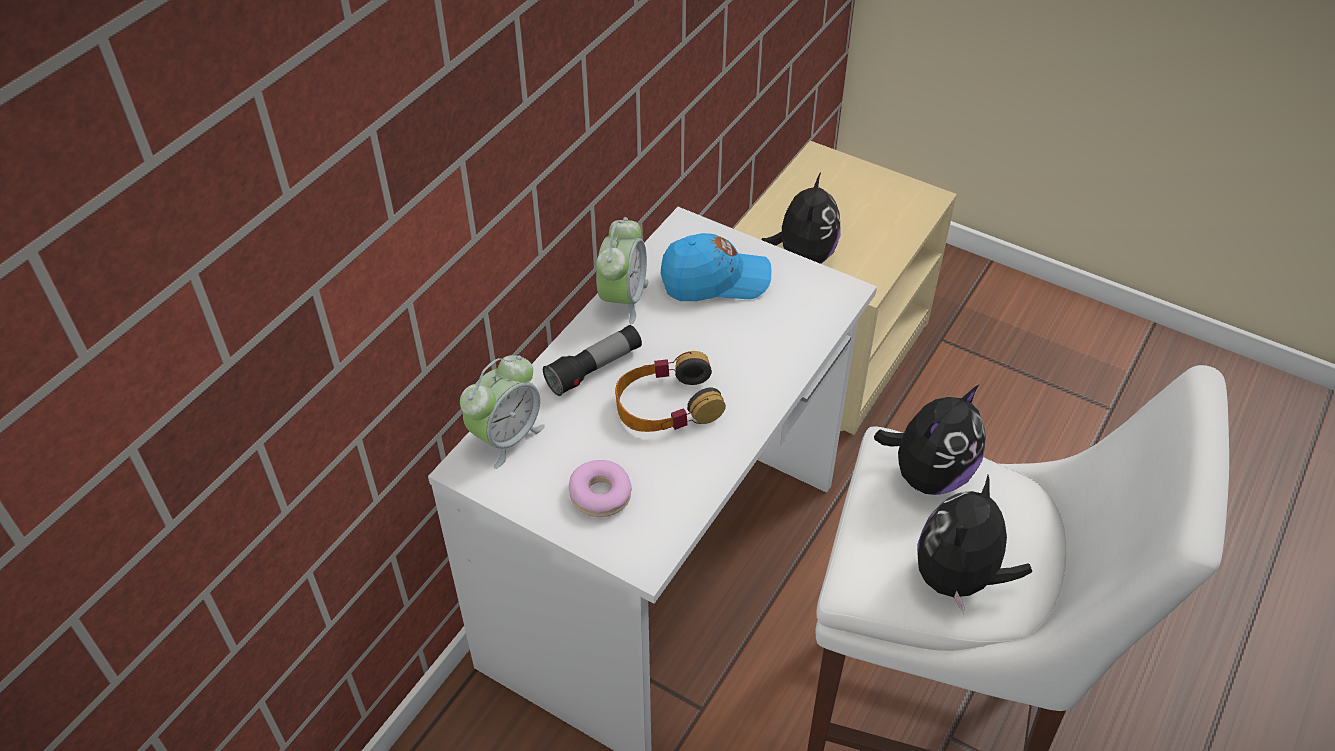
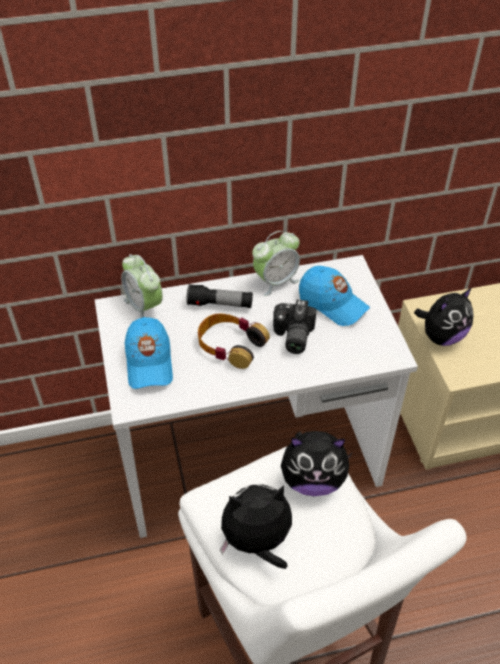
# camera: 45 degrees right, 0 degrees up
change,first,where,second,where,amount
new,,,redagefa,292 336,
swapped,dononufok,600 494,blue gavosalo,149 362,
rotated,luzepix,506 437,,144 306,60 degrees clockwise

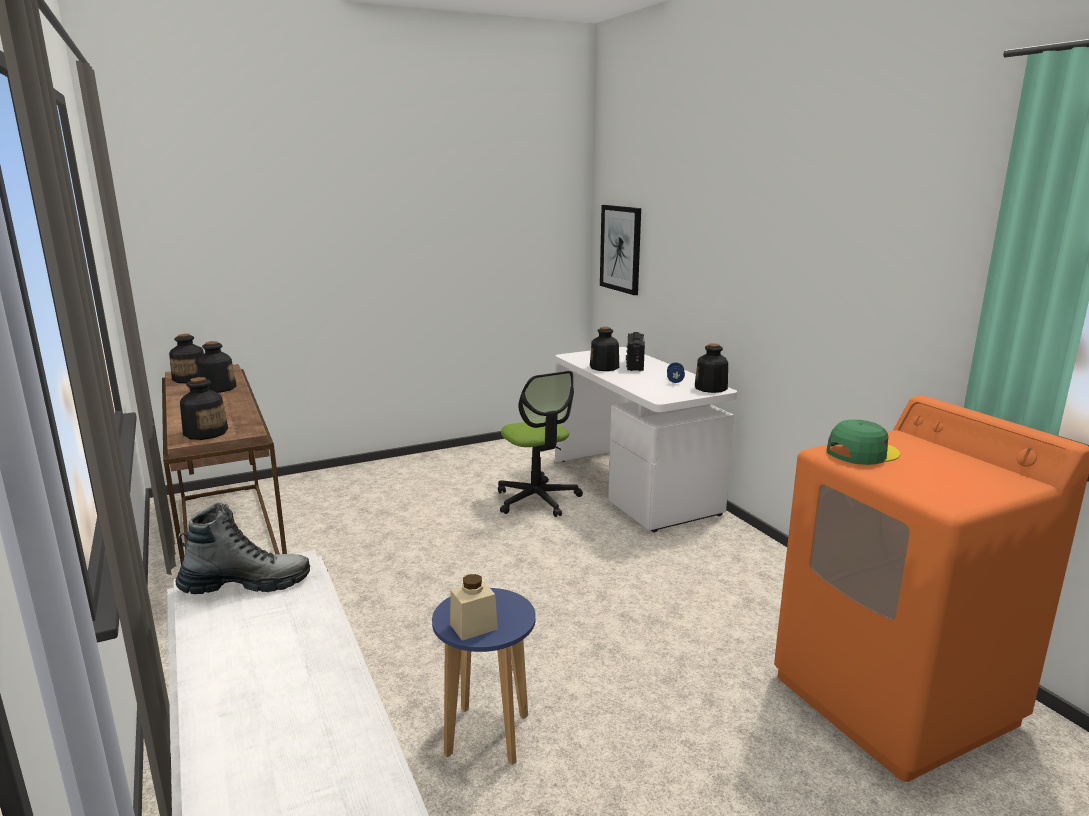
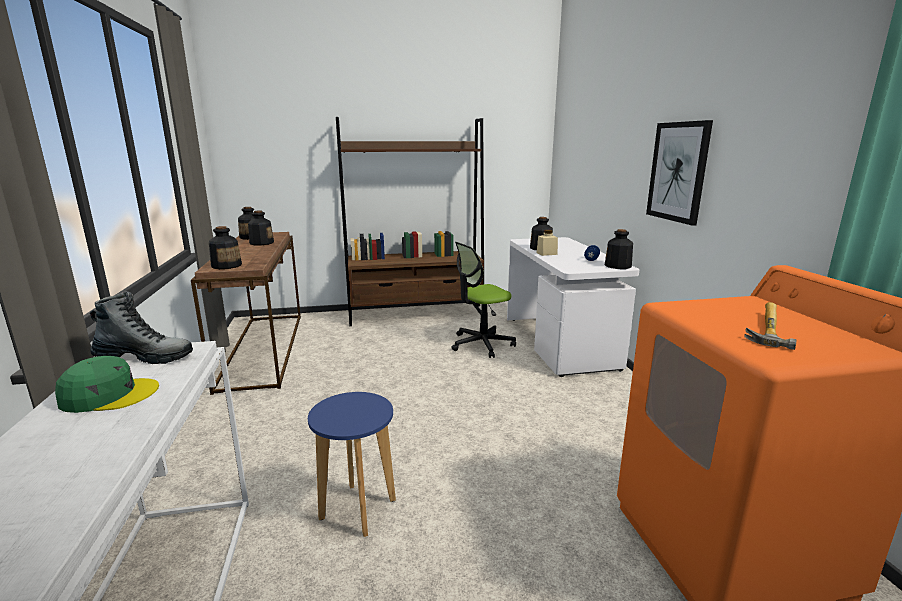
# camera: 15 degrees right, 0 degrees up
change,first,where,second,where,amount
gone,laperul,634 365,,,
new,,,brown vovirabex,416 314,
new,,,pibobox,763 328,
shifted,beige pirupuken,473 627,,546 253,
shifted,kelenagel,621 249,,678 172,
shifted,green gavosalo,861 452,,109 395,
rotated,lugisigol,537 500,,481 344,75 degrees clockwise

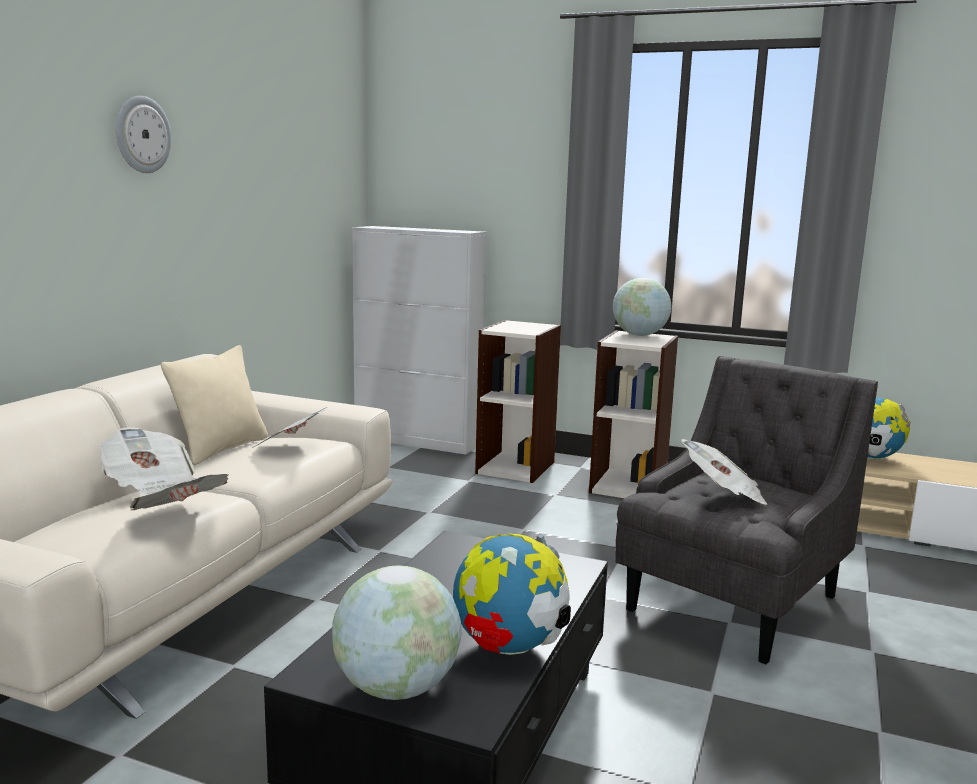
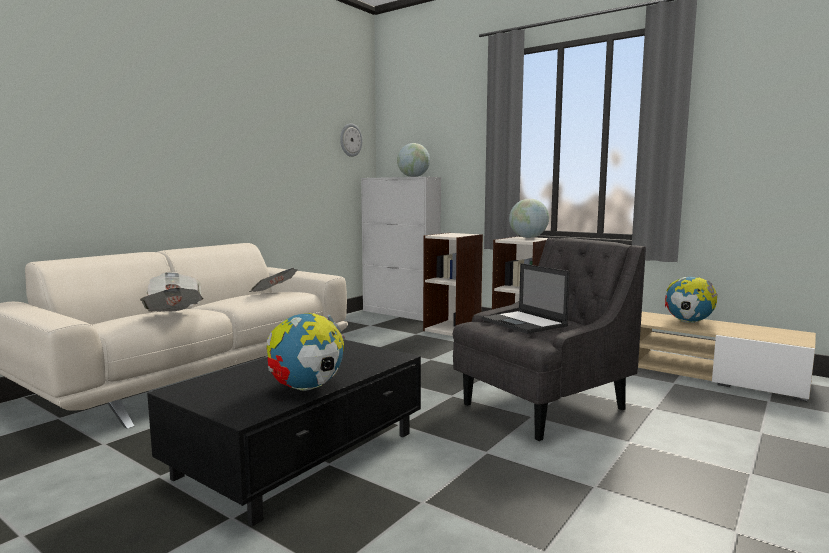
# camera: 15 degrees right, 5 degrees down
change,first,where,second,where,amount
gone,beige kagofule,221 448,,,
shifted,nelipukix,142 134,,350 140,
shifted,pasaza,397 688,,413 177,
swapped,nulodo,723 494,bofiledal,524 323,

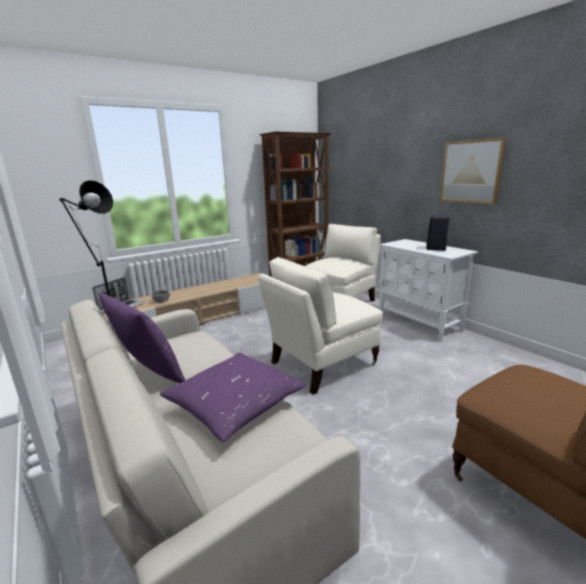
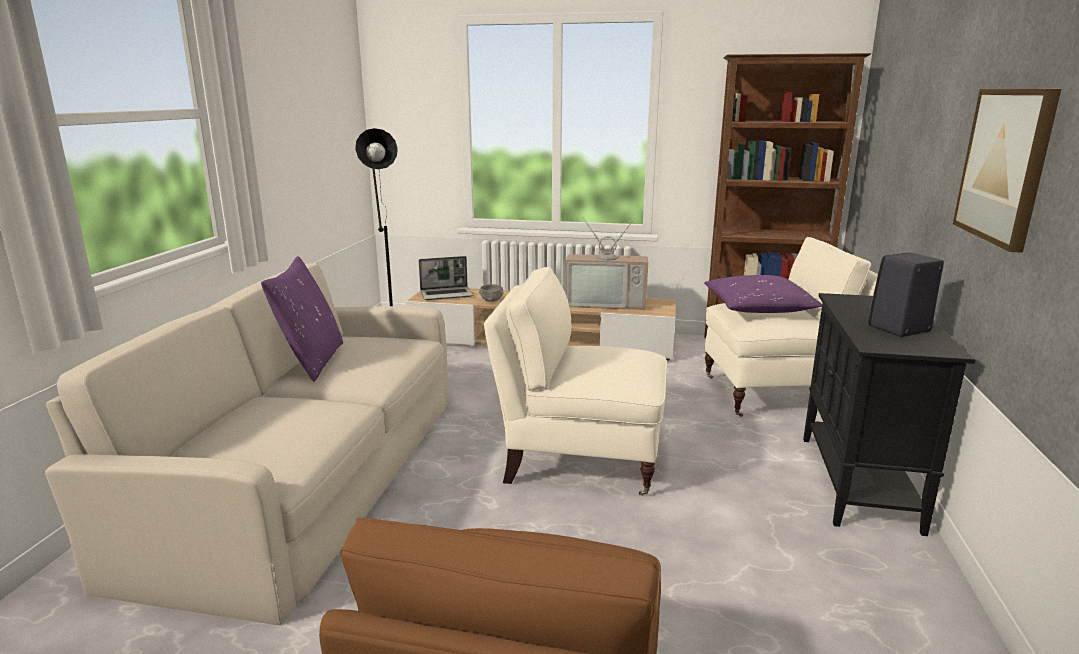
# camera: 45 degrees right, 0 degrees up
change,first,where,second,where,amount
new,,,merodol,606 303,
shifted,purple kagofule,234 404,,758 308,
repainted,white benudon,419 323,black benudon,858 483,

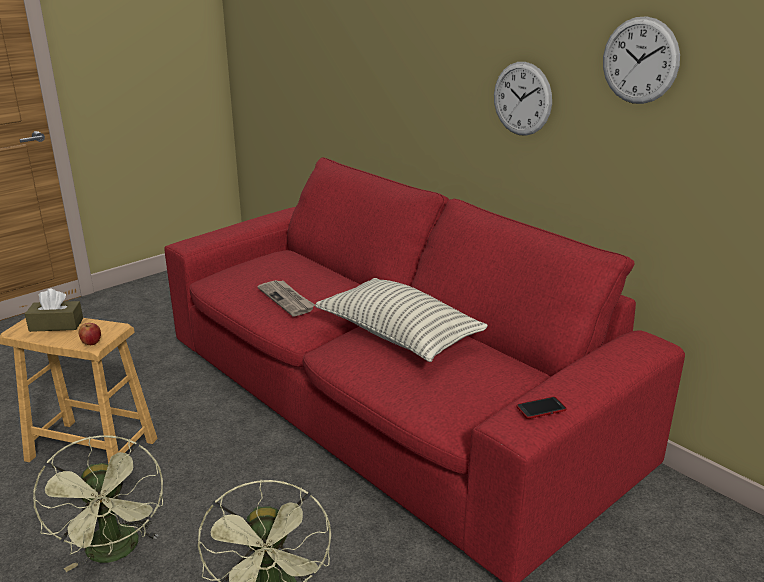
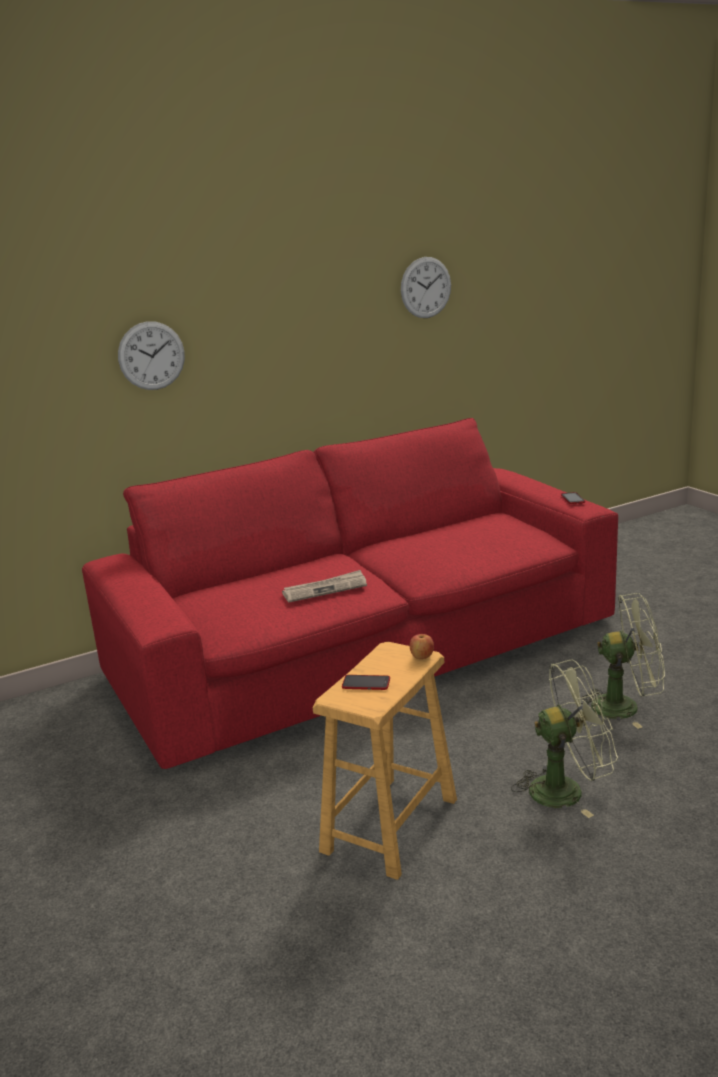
# camera: 75 degrees left, 5 degrees down
change,first,where,second,where,amount
gone,kagofule,398 336,,,
shifted,nelipukix,522 99,,151 356,
swapped,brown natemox,56 325,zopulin,366 683,

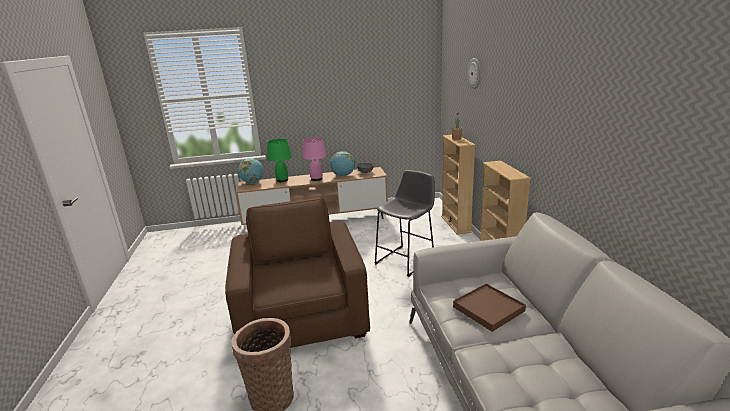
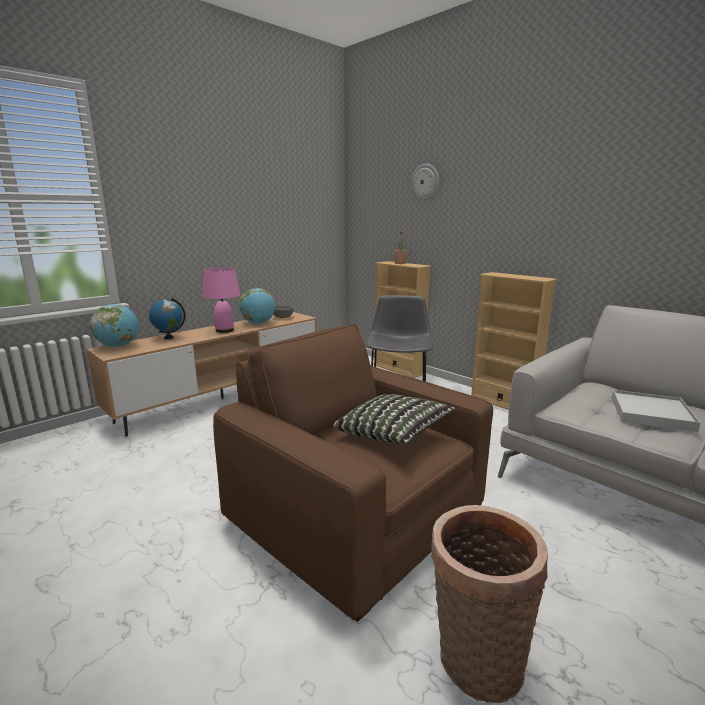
# camera: 35 degrees left, 5 degrees down
change,first,where,second,where,amount
new,,,kagofule,393 435,
swapped,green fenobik,282 180,pasaza,169 337,
repainted,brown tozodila,488 309,white tozodila,651 413,

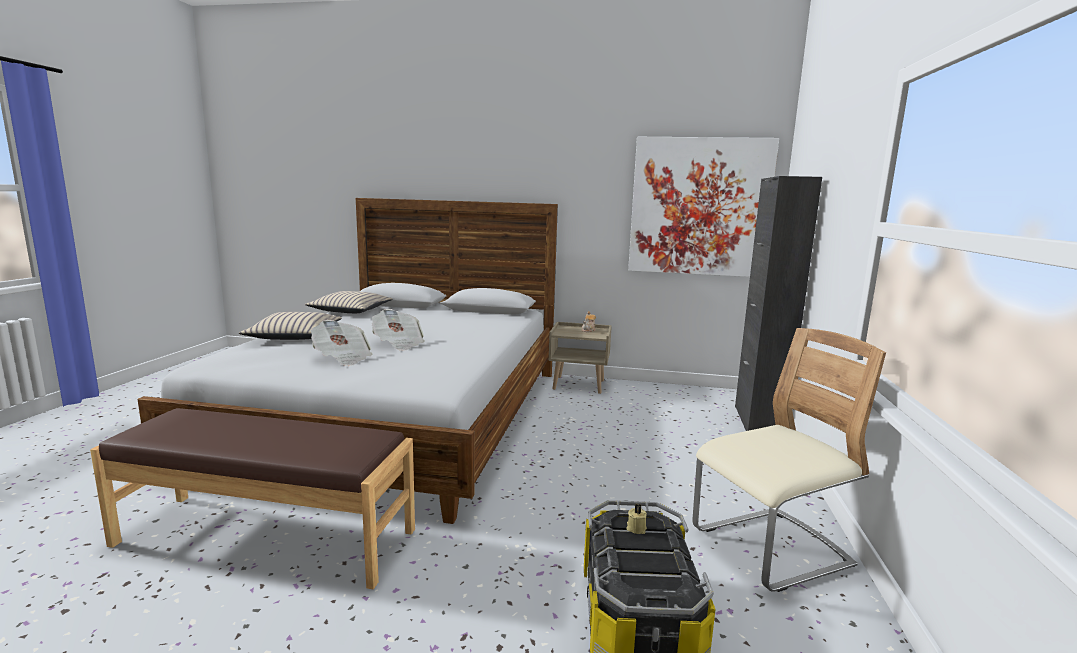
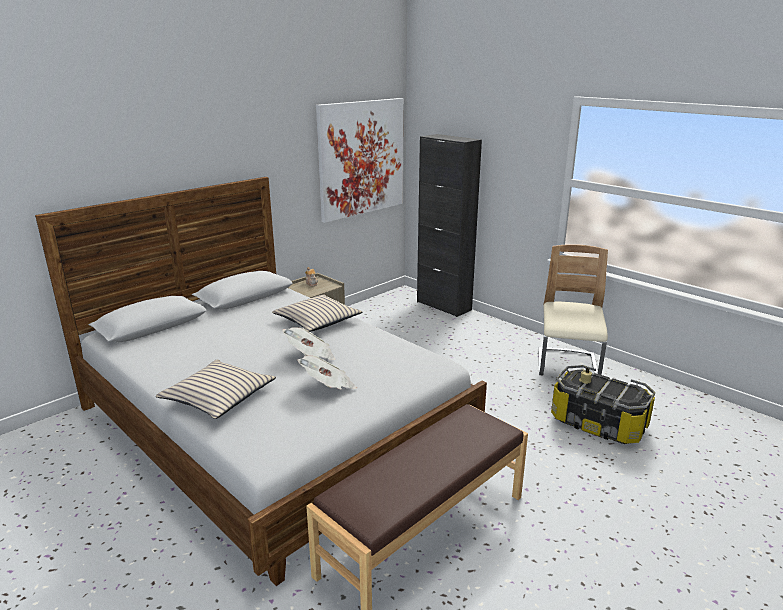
# camera: 55 degrees left, 10 degrees up
change,first,where,second,where,amount
shifted,beige kagofule,350 310,,317 321,

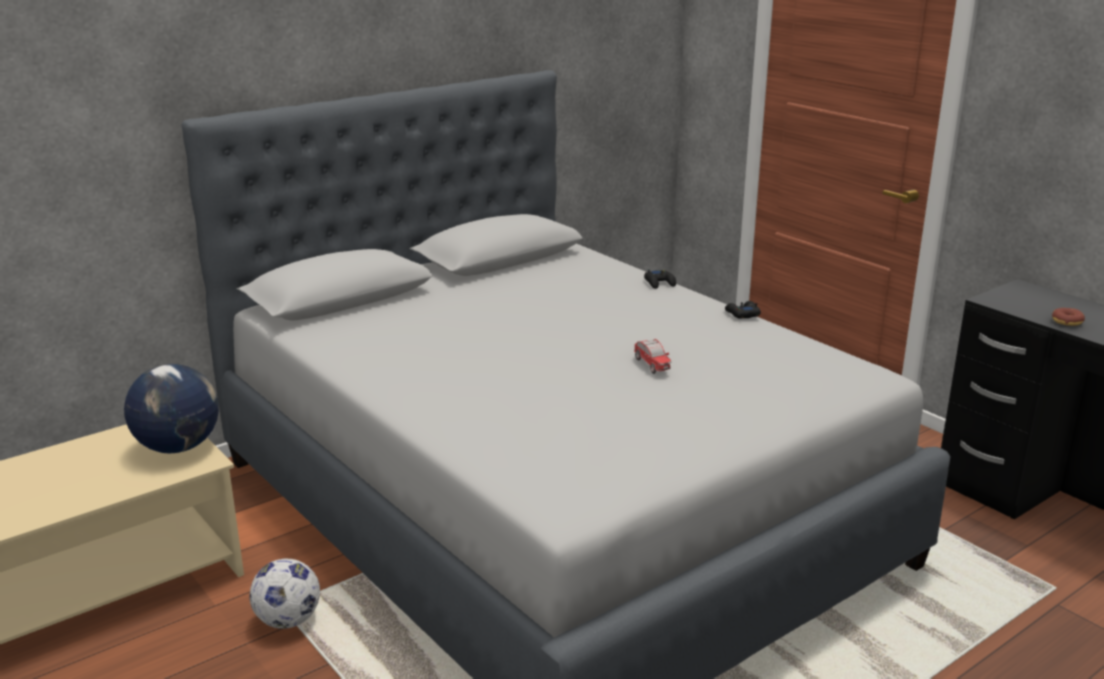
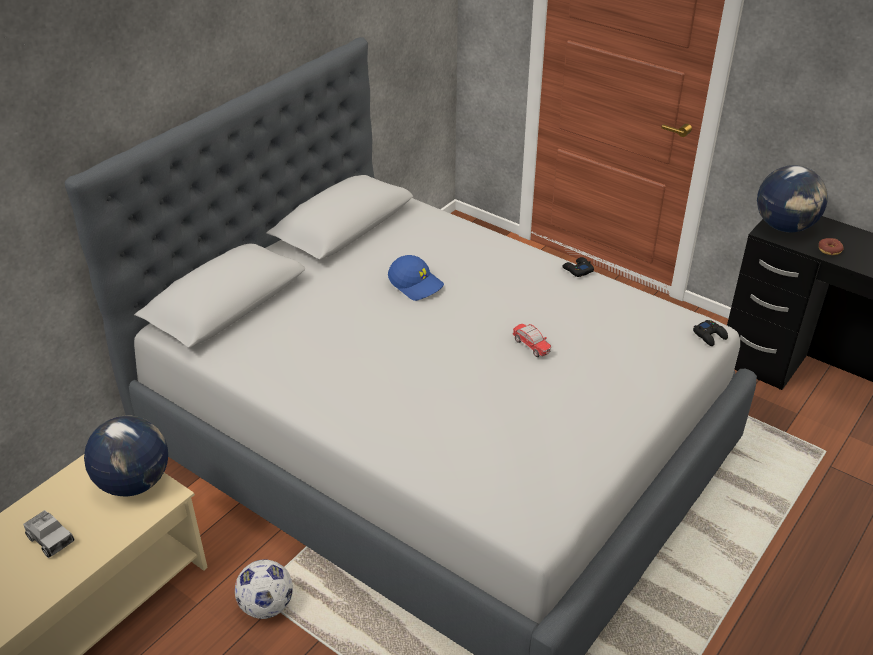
# camera: 15 degrees left, 15 degrees up
change,first,where,second,where,amount
new,,,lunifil,50 539,
new,,,blue gavosalo,416 284,
new,,,pasaza,784 227,
shifted,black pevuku,659 283,,710 336,

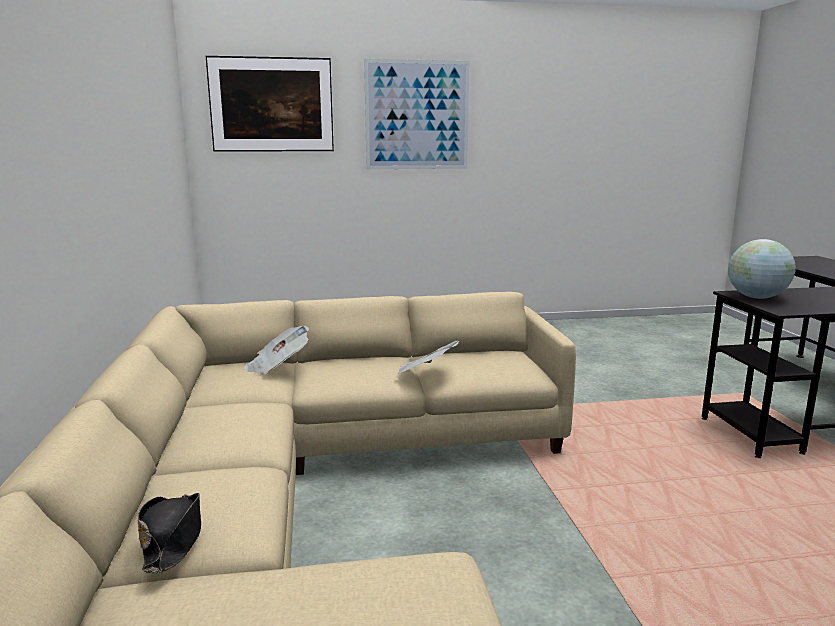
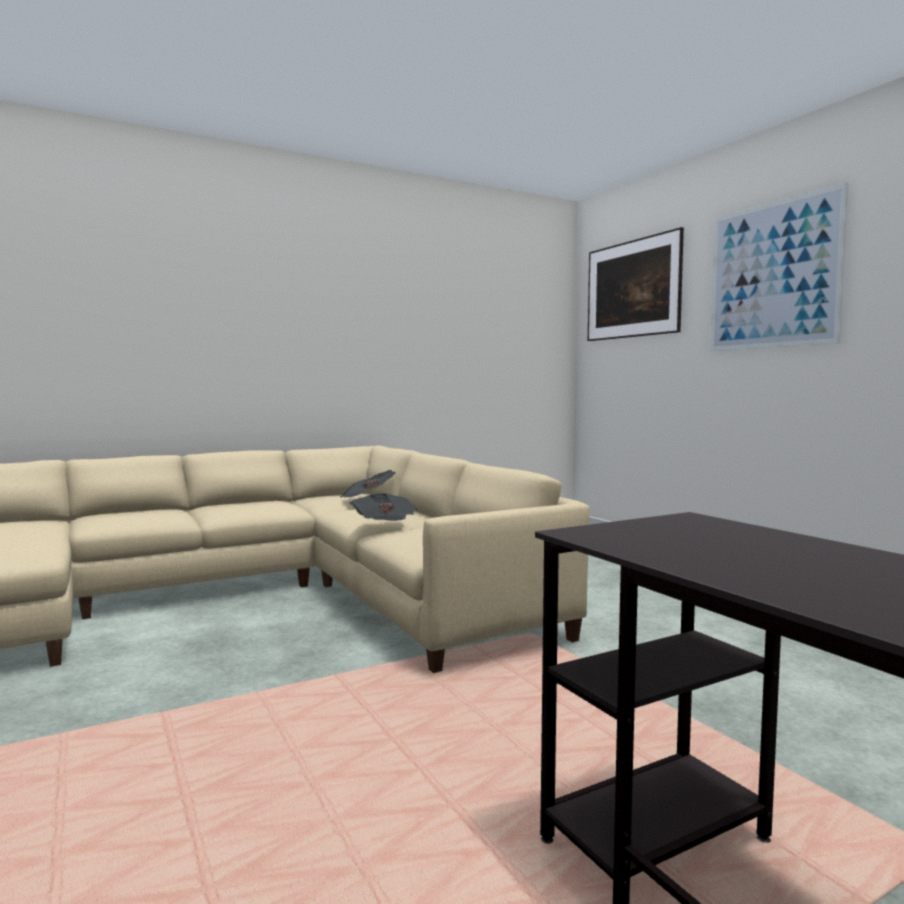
# camera: 70 degrees right, 10 degrees down
change,first,where,second,where,amount
gone,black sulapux,173 539,,,
gone,pasaza,756 297,,,

